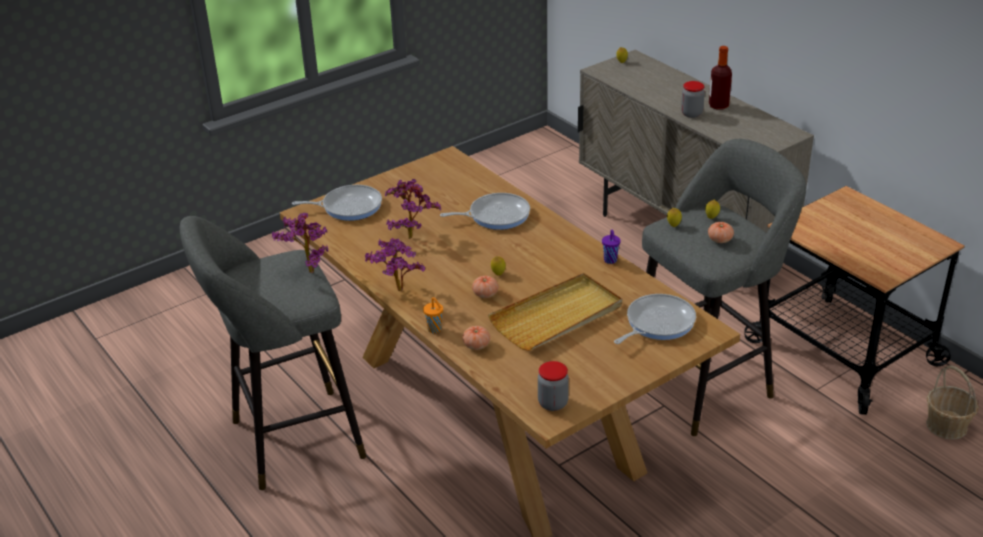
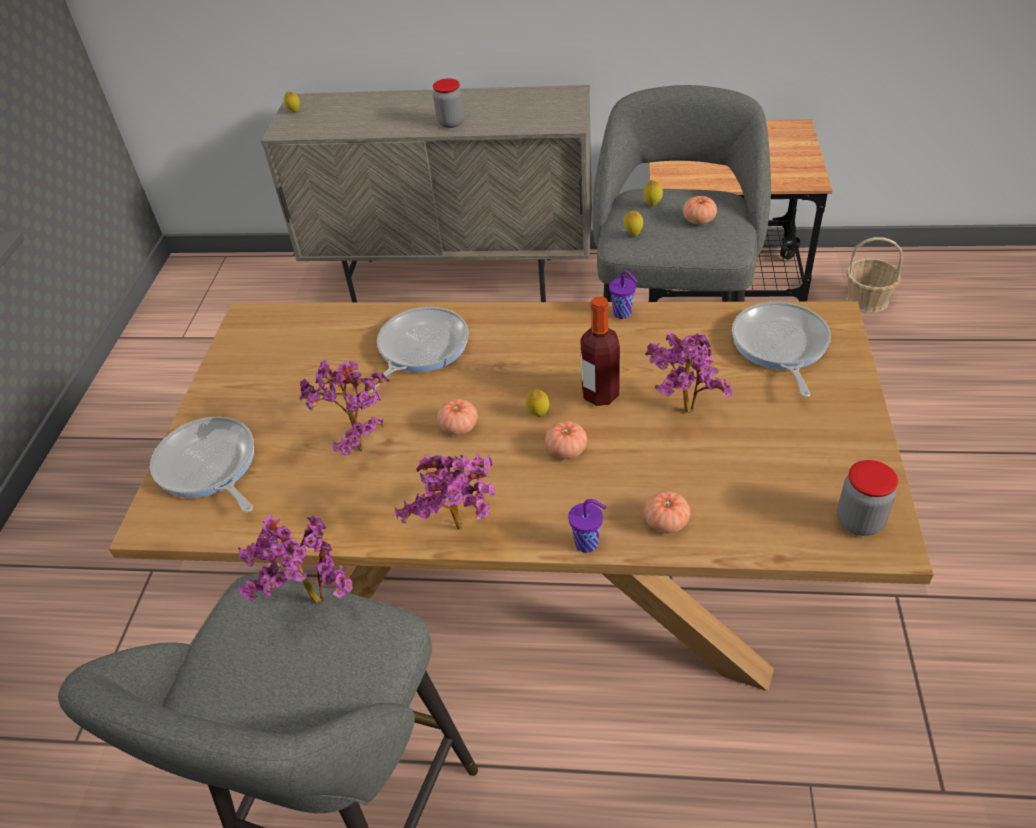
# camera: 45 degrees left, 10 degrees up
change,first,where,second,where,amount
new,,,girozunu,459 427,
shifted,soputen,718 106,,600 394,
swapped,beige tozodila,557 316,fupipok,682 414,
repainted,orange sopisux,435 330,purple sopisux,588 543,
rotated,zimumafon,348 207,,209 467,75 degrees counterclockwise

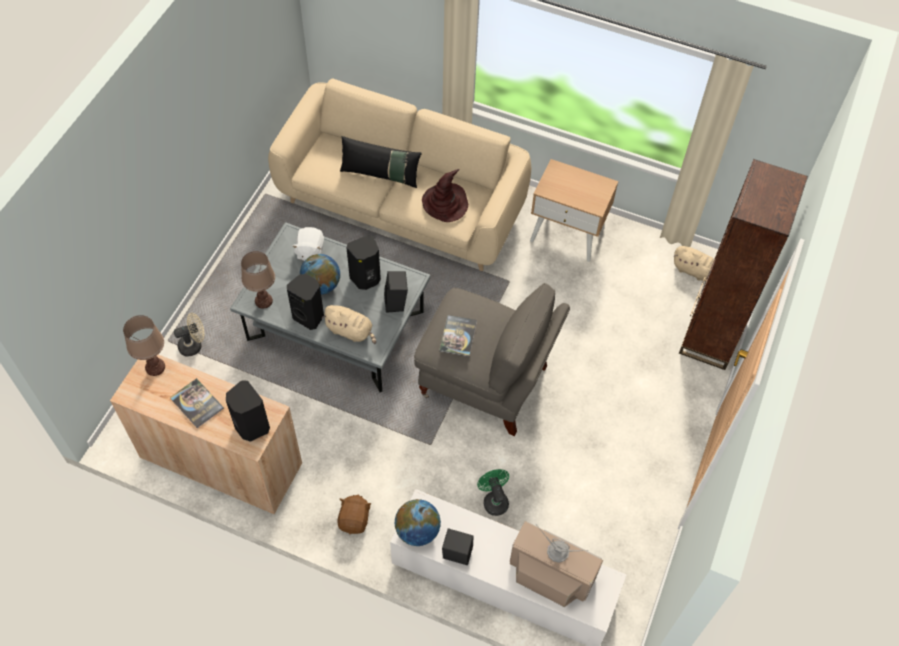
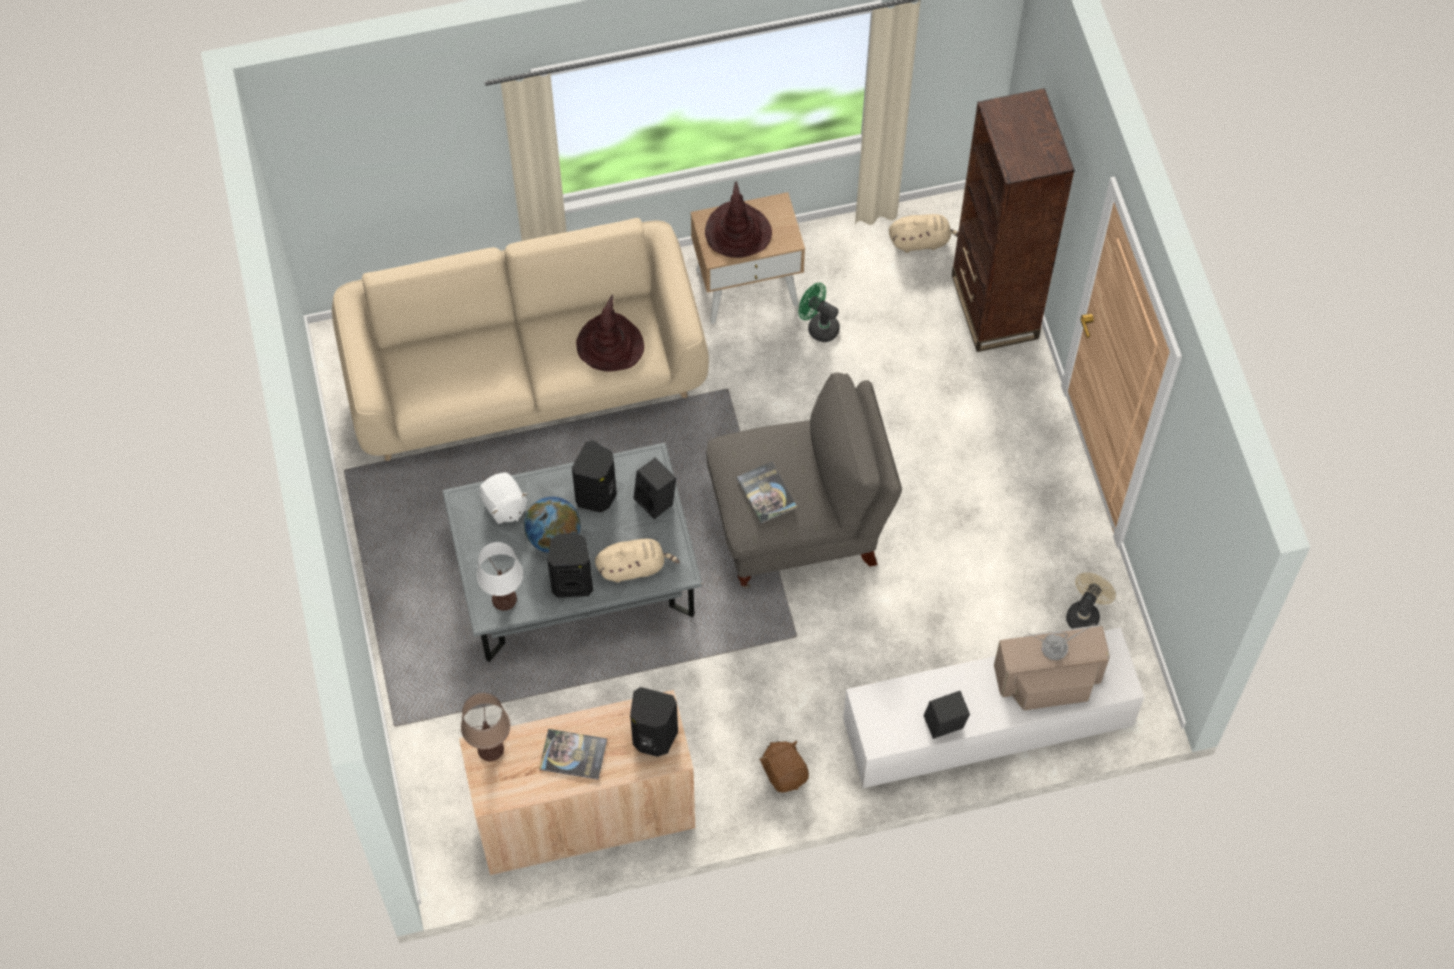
# camera: 35 degrees left, 5 degrees up
change,first,where,second,where,amount
gone,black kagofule,380 174,,,
gone,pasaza,417 531,,,
new,,,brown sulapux,738 232,
shifted,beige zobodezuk,194 345,,1085 613,
shifted,green zobodezuk,494 500,,818 326,
repainted,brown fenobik,263 301,white fenobik,504 599,

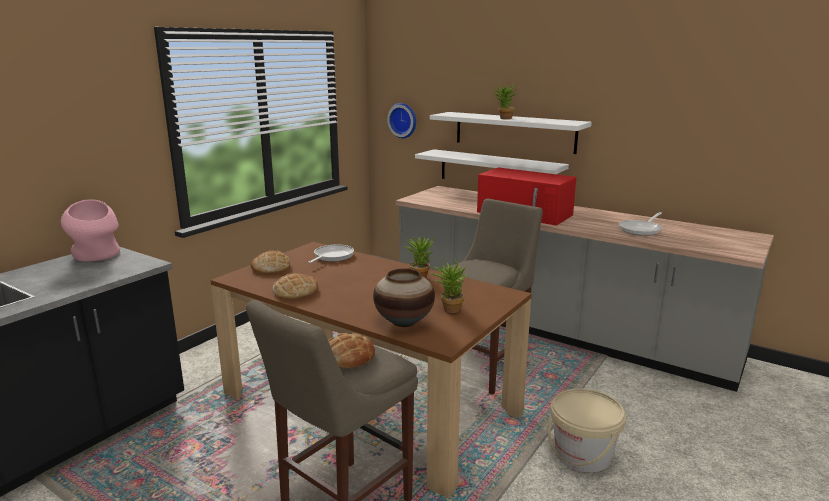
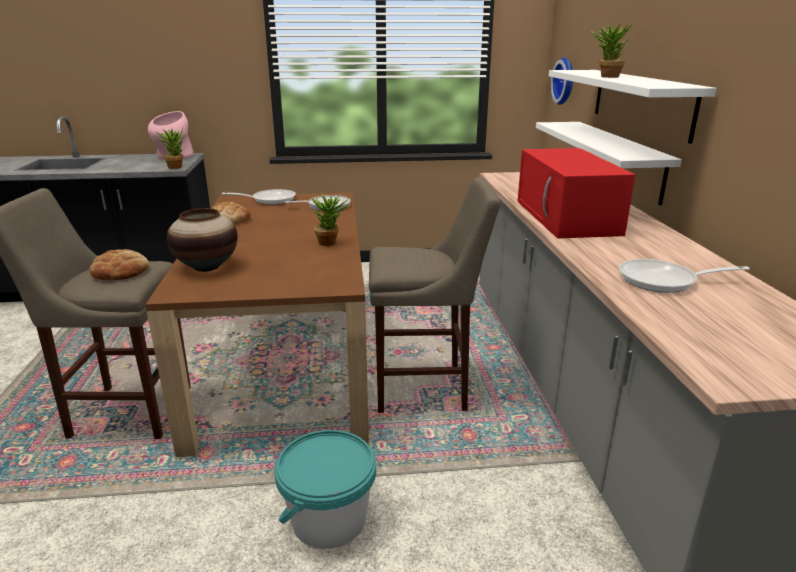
# camera: 50 degrees right, 5 degrees up
change,first,where,second,where,amount
shifted,fupipok,449 308,,176 166,
swapped,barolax,270 267,zimumafon,270 200,
repainted,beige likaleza,582 455,turquoise likaleza,329 519,

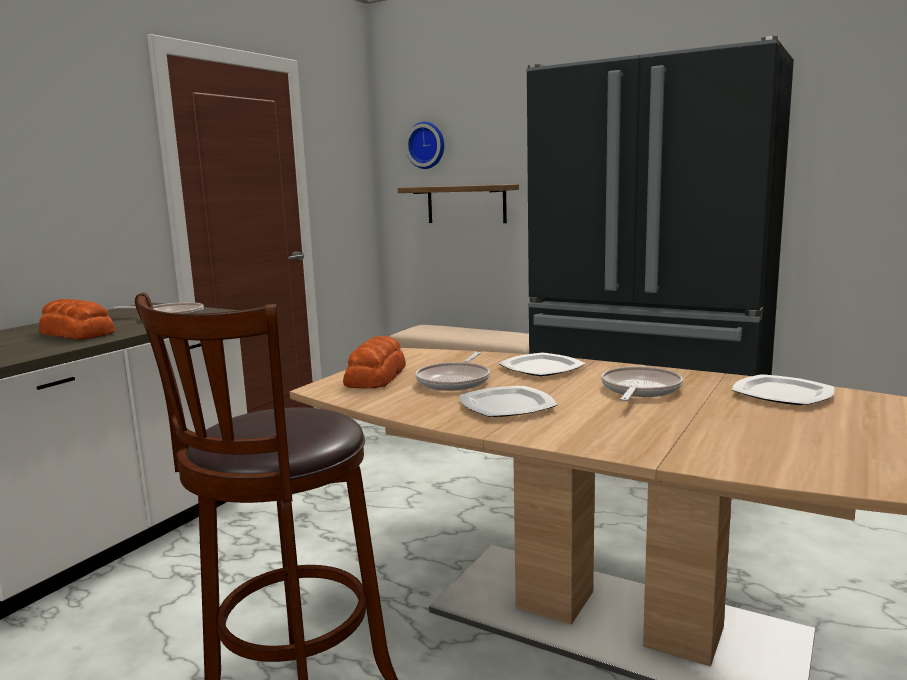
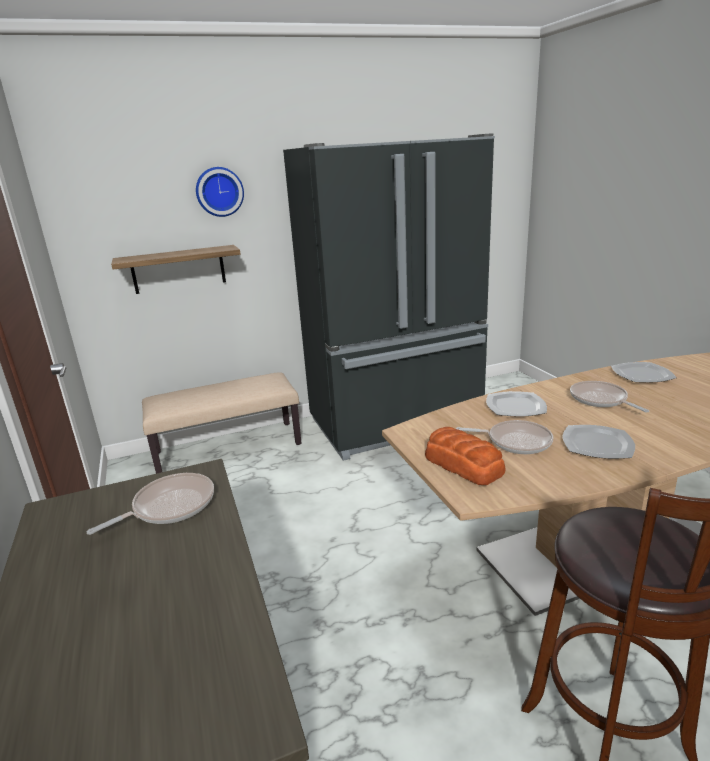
# camera: 50 degrees left, 10 degrees up
change,first,where,second,where,amount
gone,barolax,77 333,,,
shifted,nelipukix,427 145,,219 192,
rotated,zimumafon,455 381,,515 441,45 degrees counterclockwise

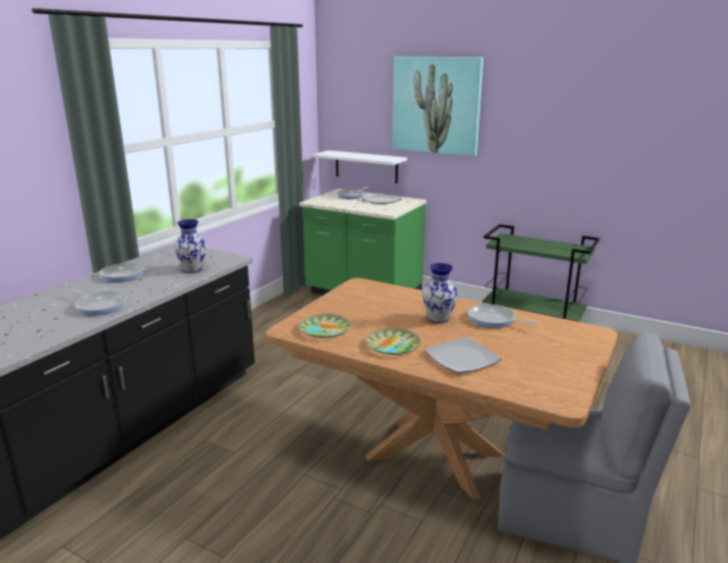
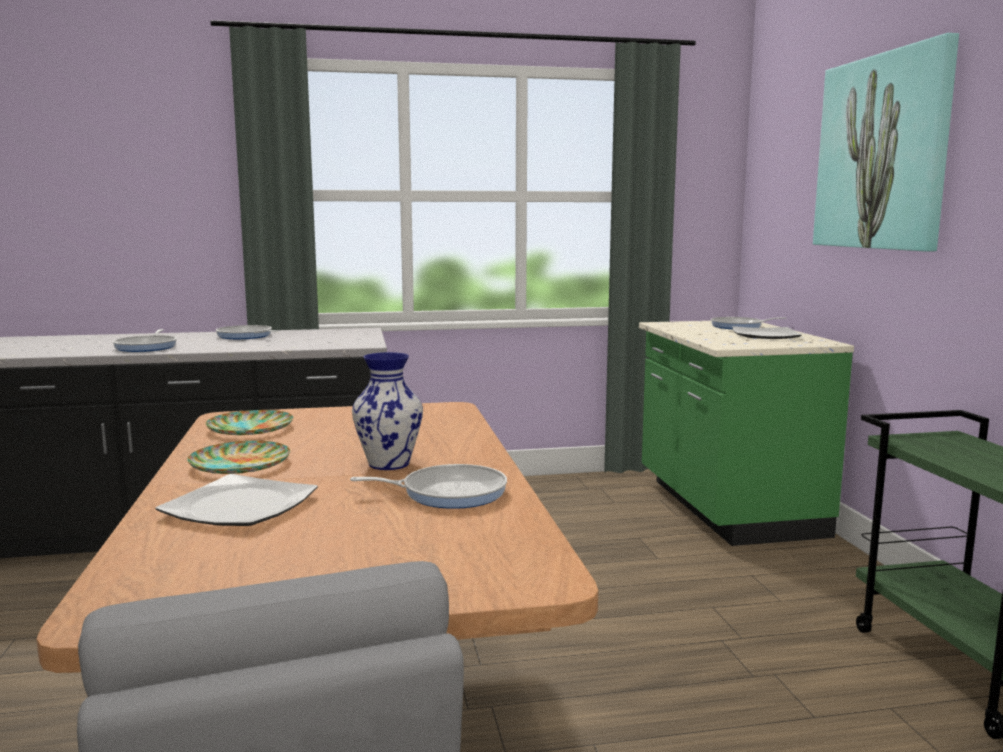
# camera: 50 degrees right, 10 degrees down
change,first,where,second,where,amount
gone,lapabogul,192 269,,,
gone,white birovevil,366 166,,,
rotated,zimumafon,493 320,,448 493,90 degrees clockwise

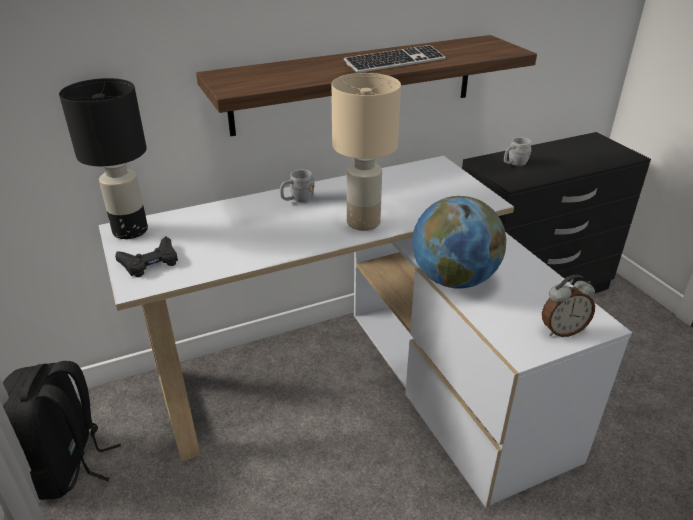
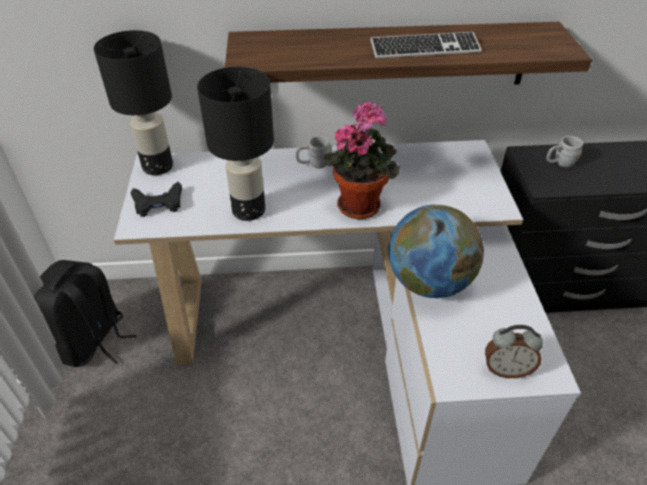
# camera: 20 degrees right, 10 degrees up
change,first,where,second,where,amount
new,,,black fenobik,248 210,
swapped,beige fenobik,363 222,fupipok,360 204,

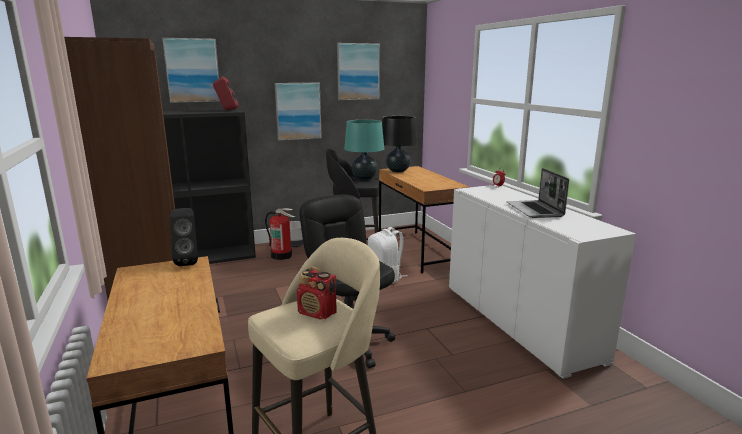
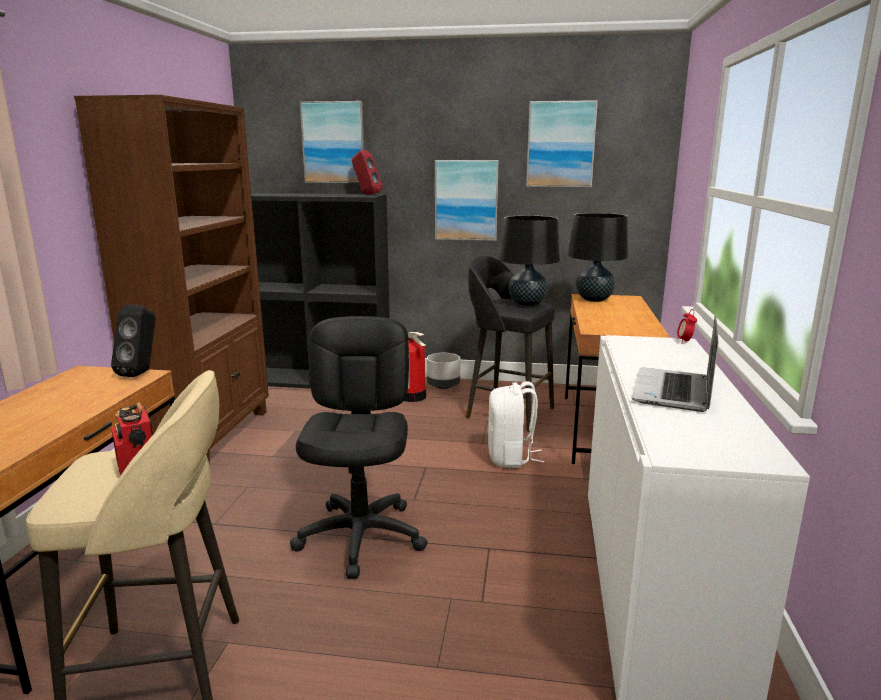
# camera: 30 degrees right, 0 degrees up
change,first,where,second,where,amount
repainted,turquoise fenobik,364 178,black fenobik,527 304,

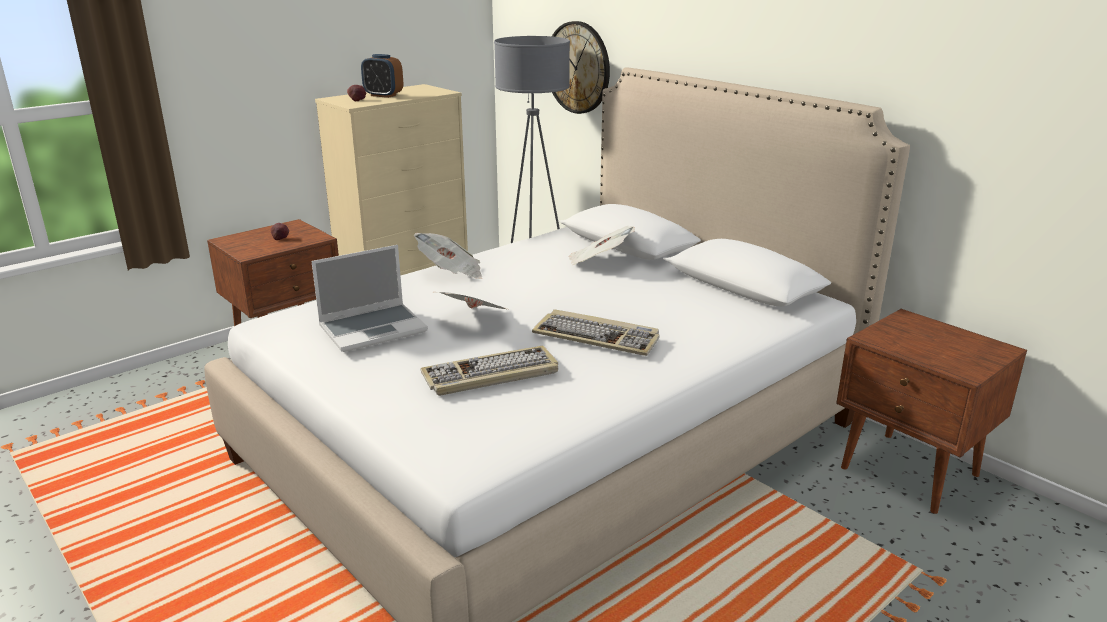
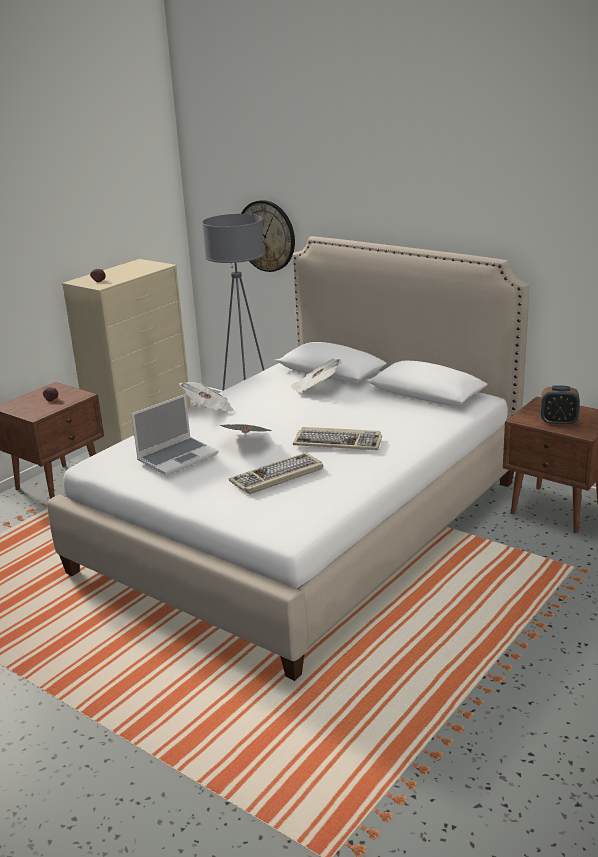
# camera: 10 degrees left, 0 degrees up
change,first,where,second,where,amount
shifted,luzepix,383 95,,558 422,

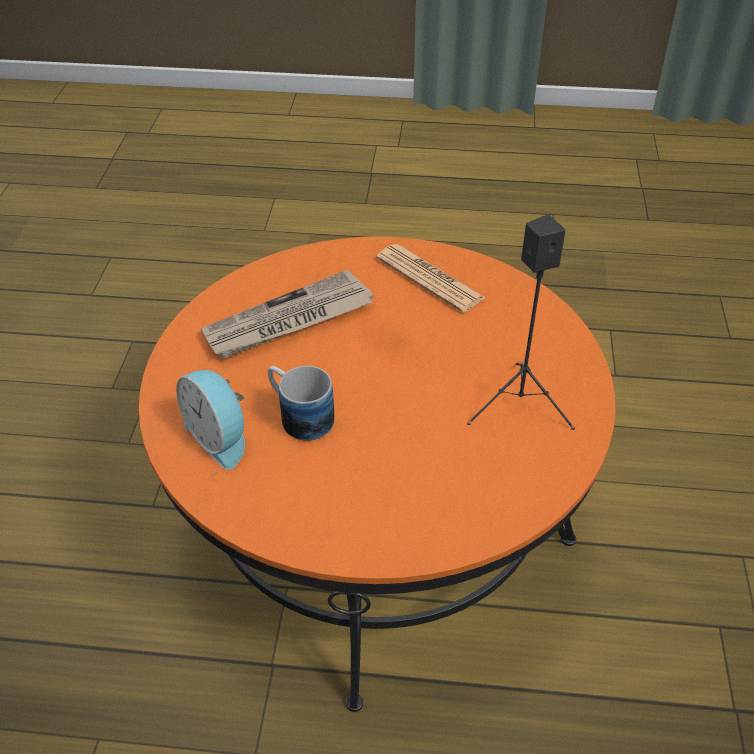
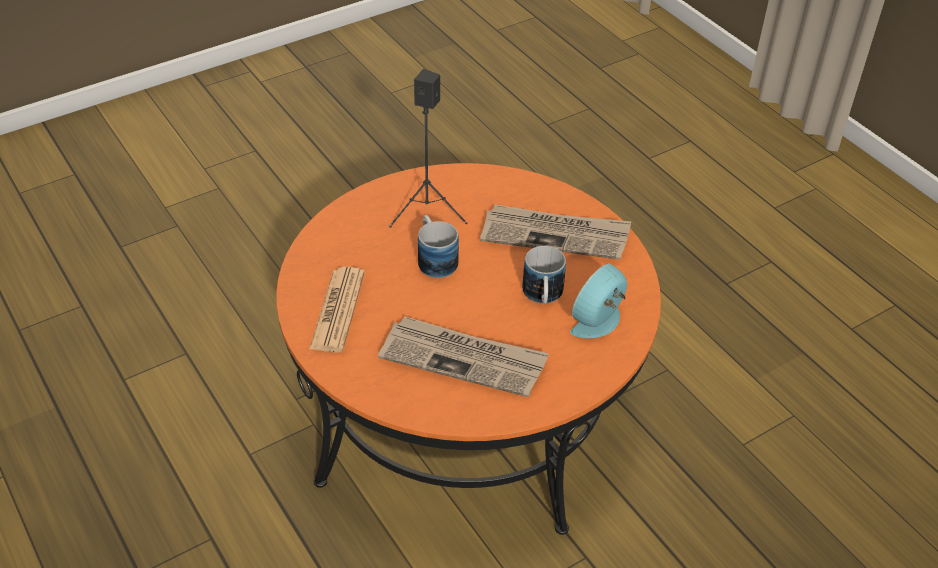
# camera: 130 degrees left, 0 degrees up
change,first,where,second,where,amount
new,,,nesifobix,434 258,
new,,,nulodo,555 235,
rotated,luzepix,220 437,,600 321,150 degrees counterclockwise

